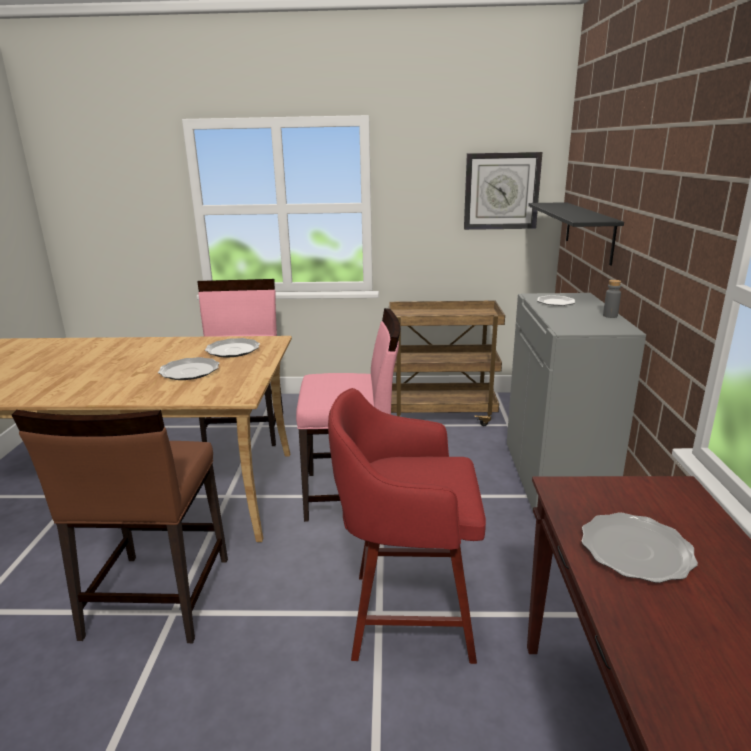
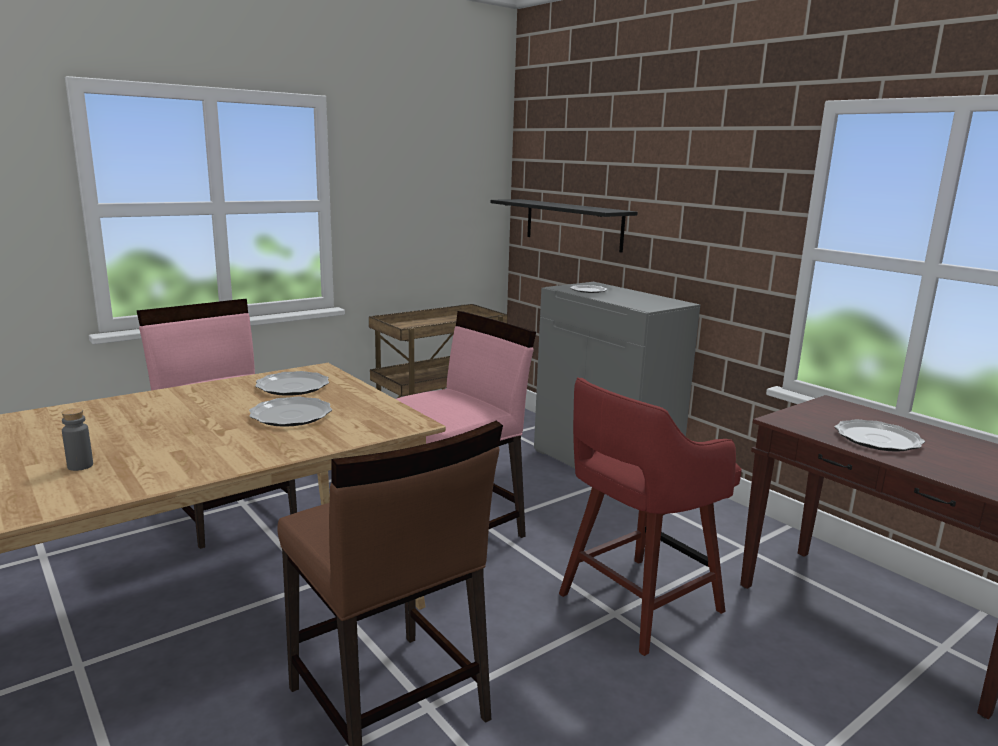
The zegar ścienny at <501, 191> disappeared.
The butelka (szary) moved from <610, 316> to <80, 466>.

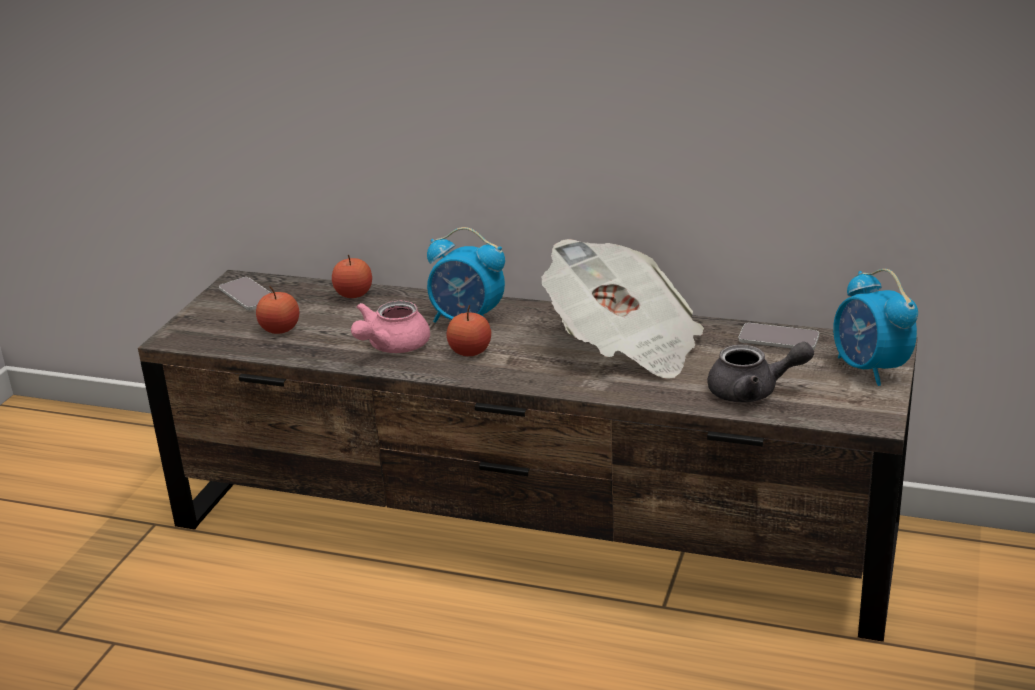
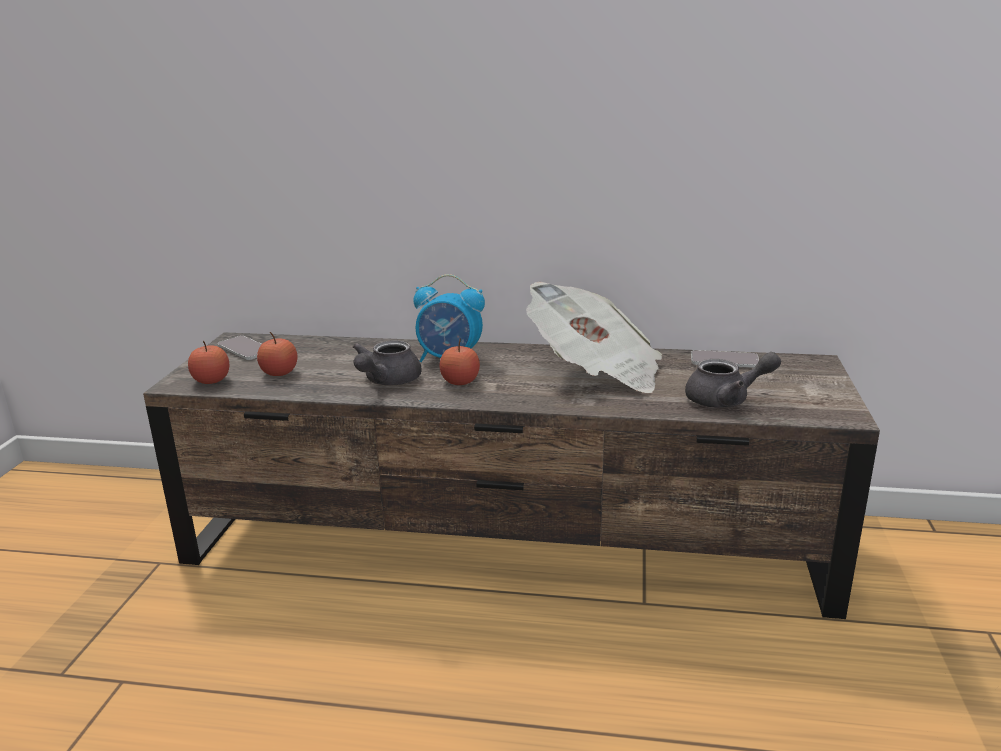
The jabłko moved from <354, 294> to <211, 380>.
The imbryk (różowy) at <391, 347> became the imbryk (szary) at <386, 381>.
The budzik at <870, 369> disappeared.

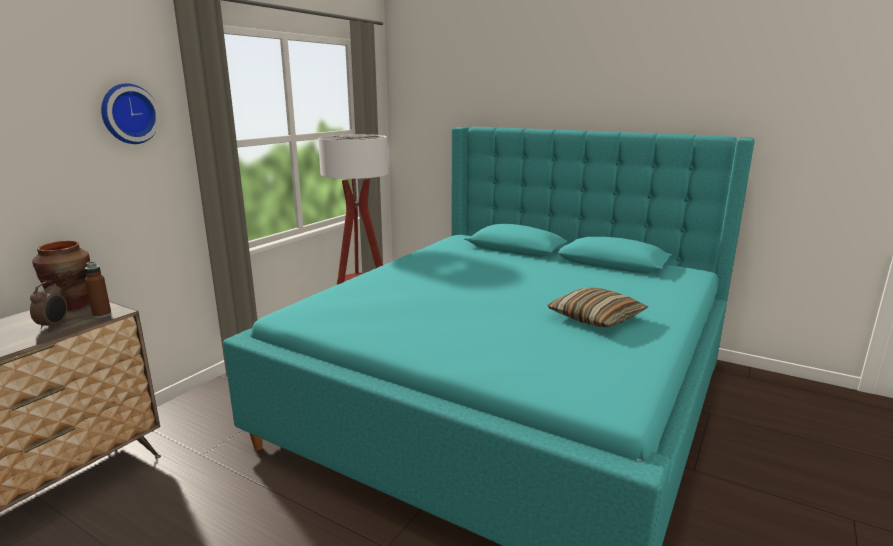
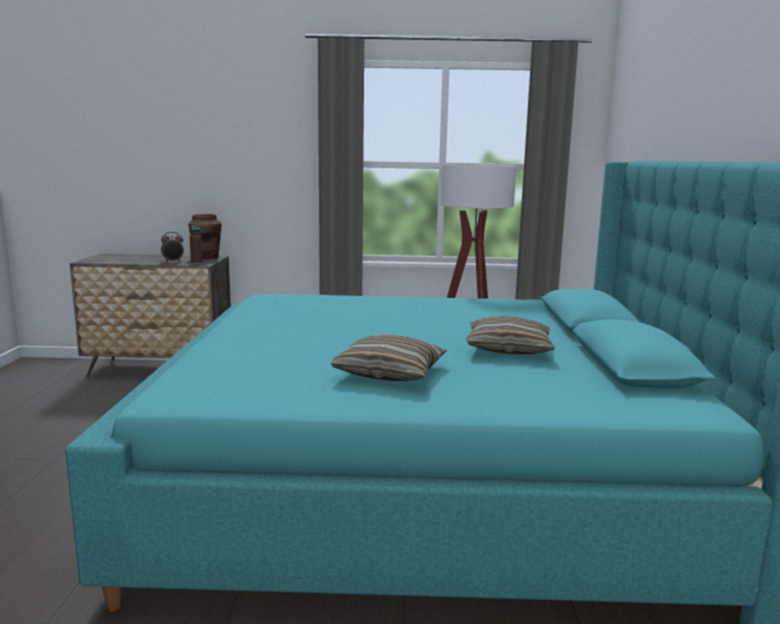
The zegar ścienny at <128, 114> disappeared.
The poduszka at <508, 349> appeared.

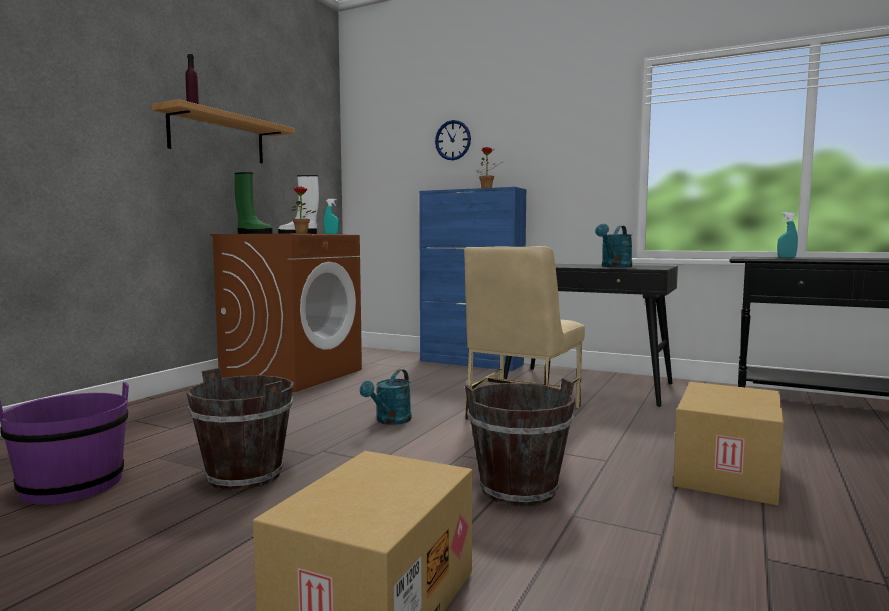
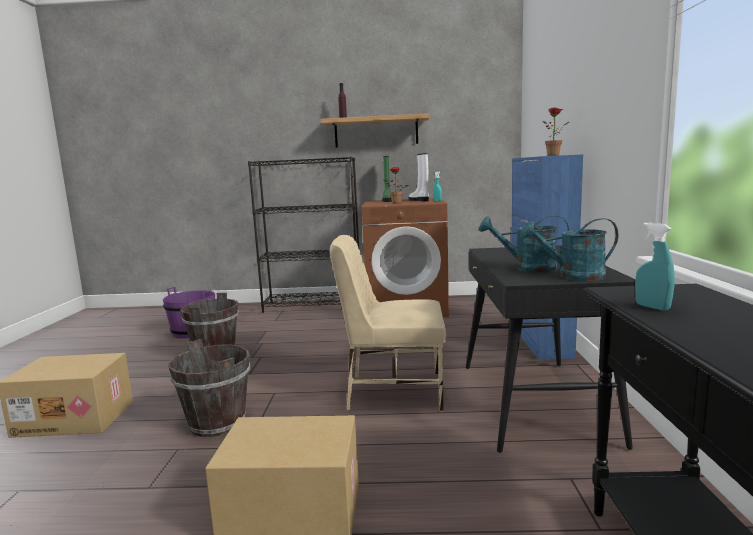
The konewka (turkusowy) moved from <390, 421> to <573, 276>.
The zegar ścienny at <453, 140> disappeared.
The regał (czarny) at <314, 305> appeared.

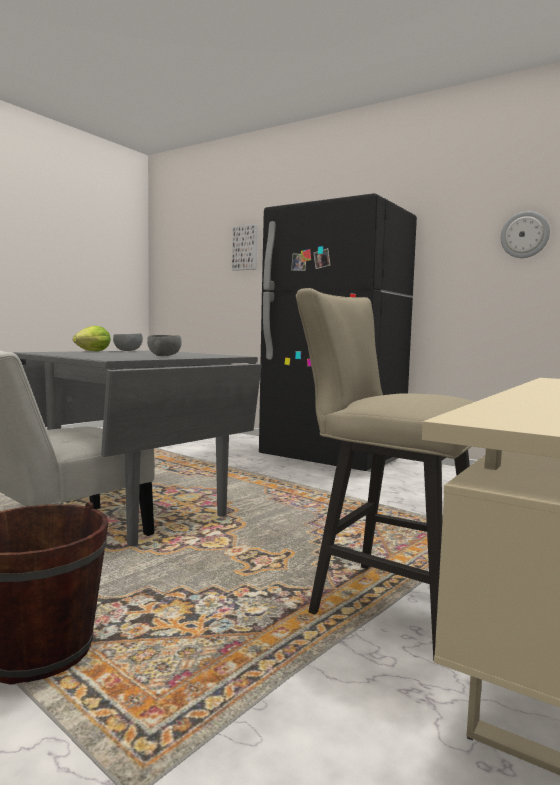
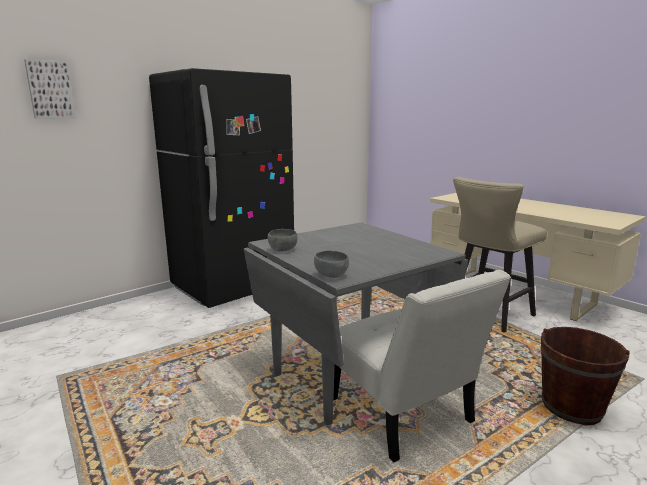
The sałata at <91, 351> disappeared.
The miska (szary) moved from <164, 356> to <331, 275>.
The zegar ścienny at <524, 235> disappeared.

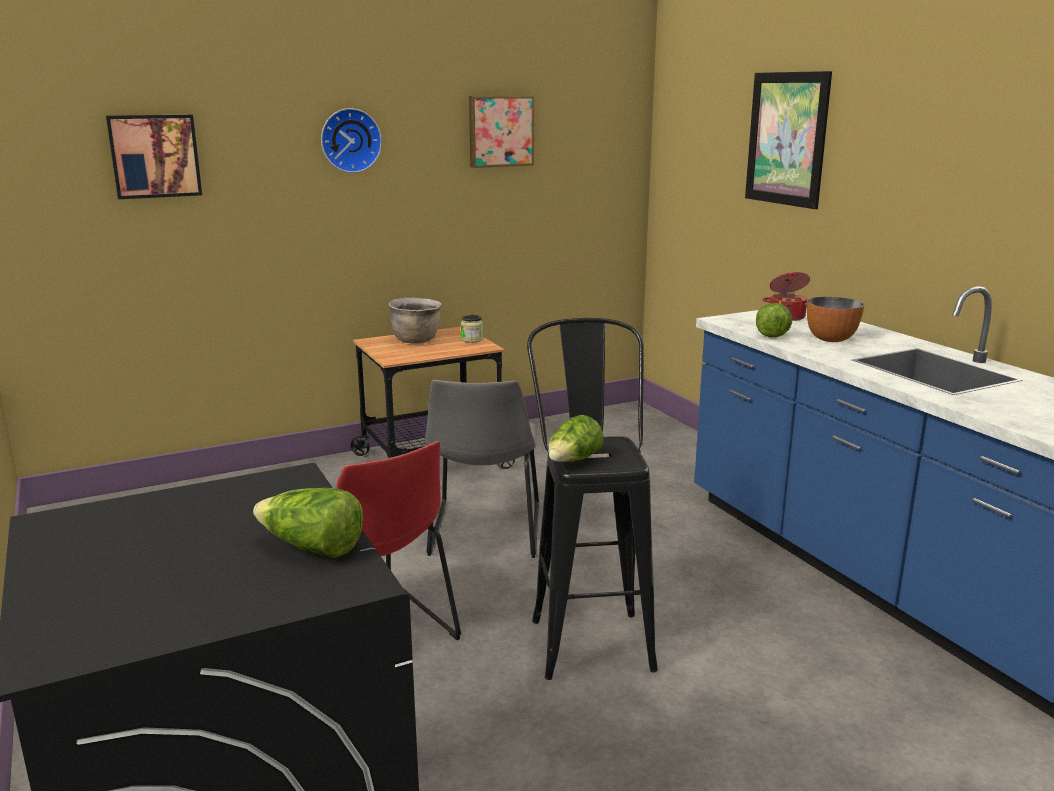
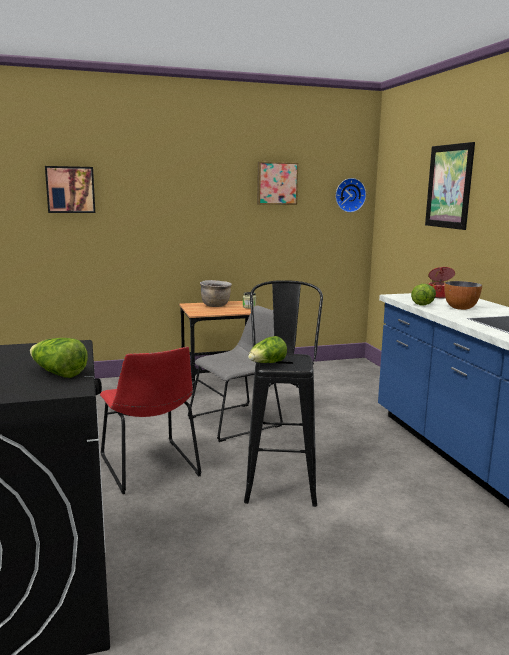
The zegar ścienny moved from <350, 140> to <349, 195>.
The krzesło (szary) at <485, 532> turned 135 degrees counterclockwise.

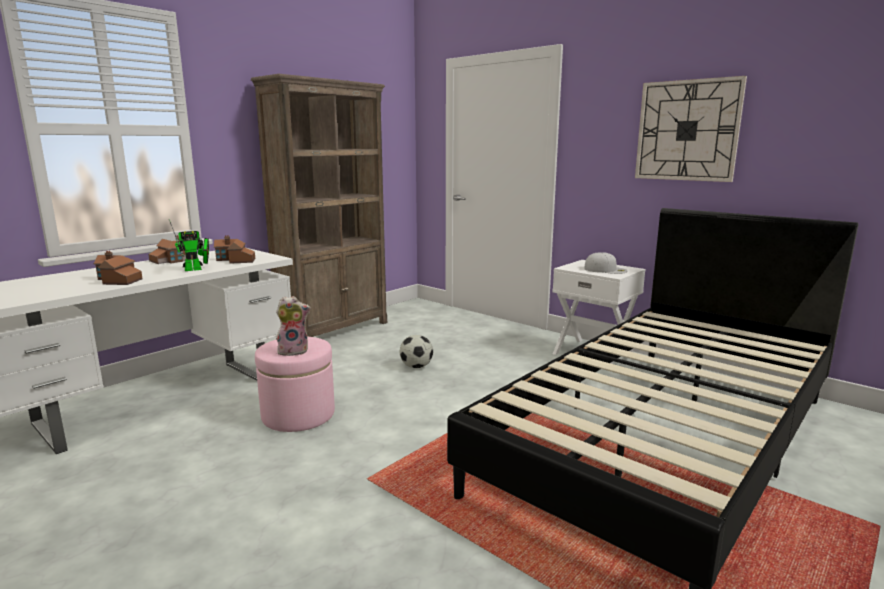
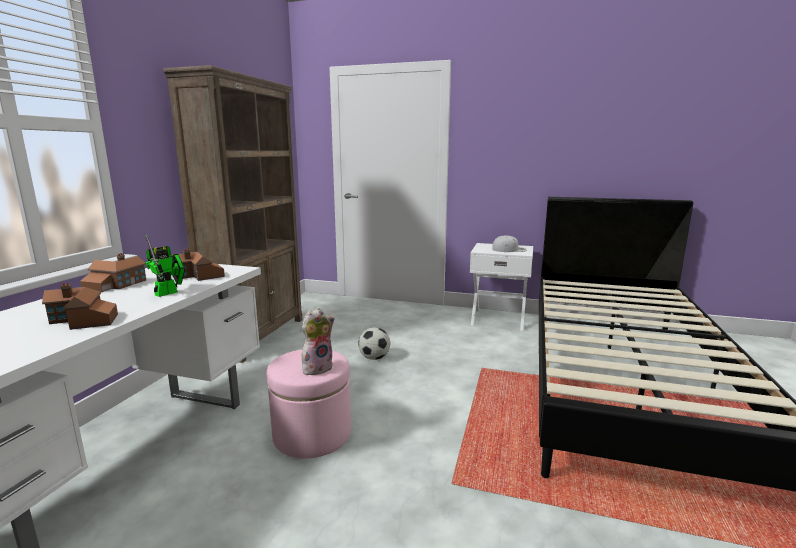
The zegar ścienny at <687, 130> disappeared.

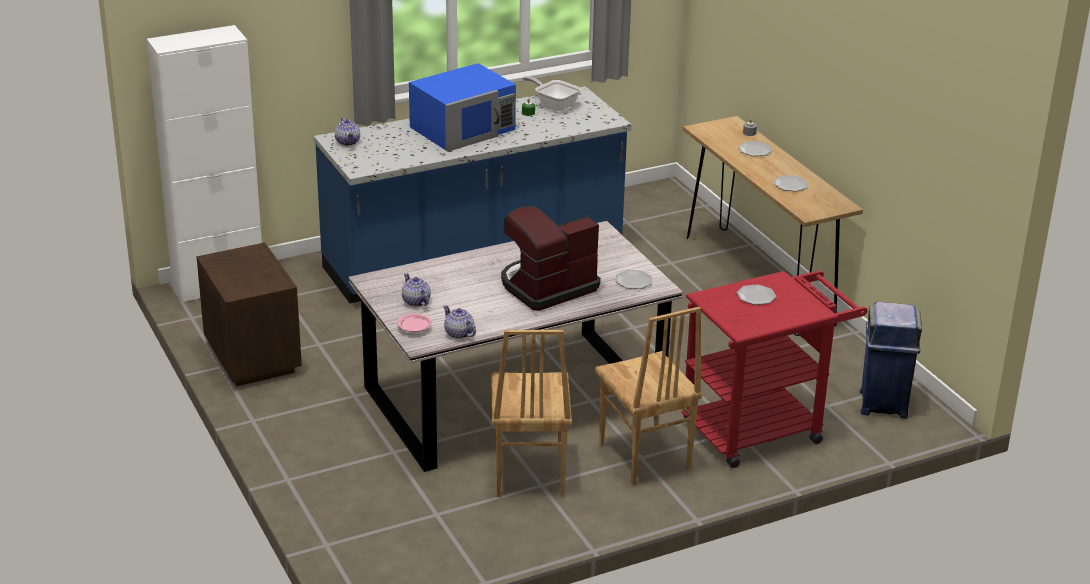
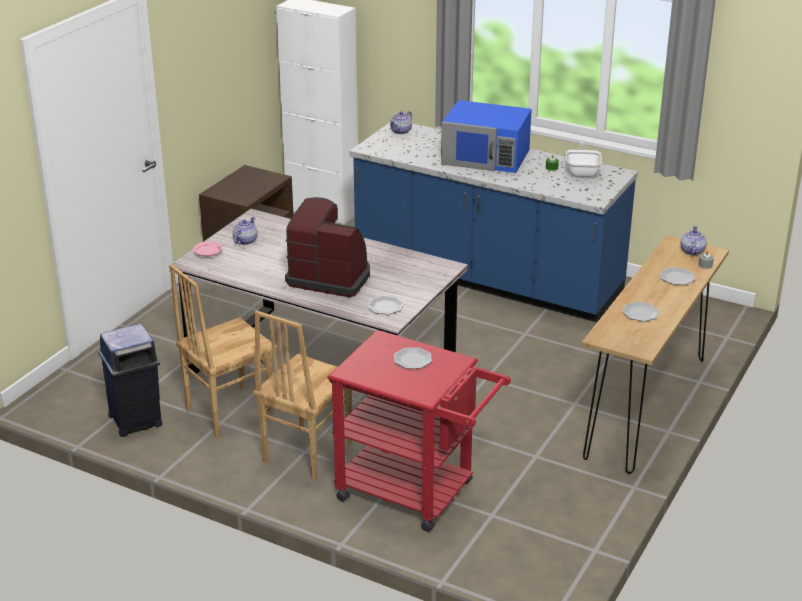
The imbryk moved from <459, 334> to <692, 251>.
The kosz na śmieci (niebieski) moved from <883, 403> to <136, 420>.

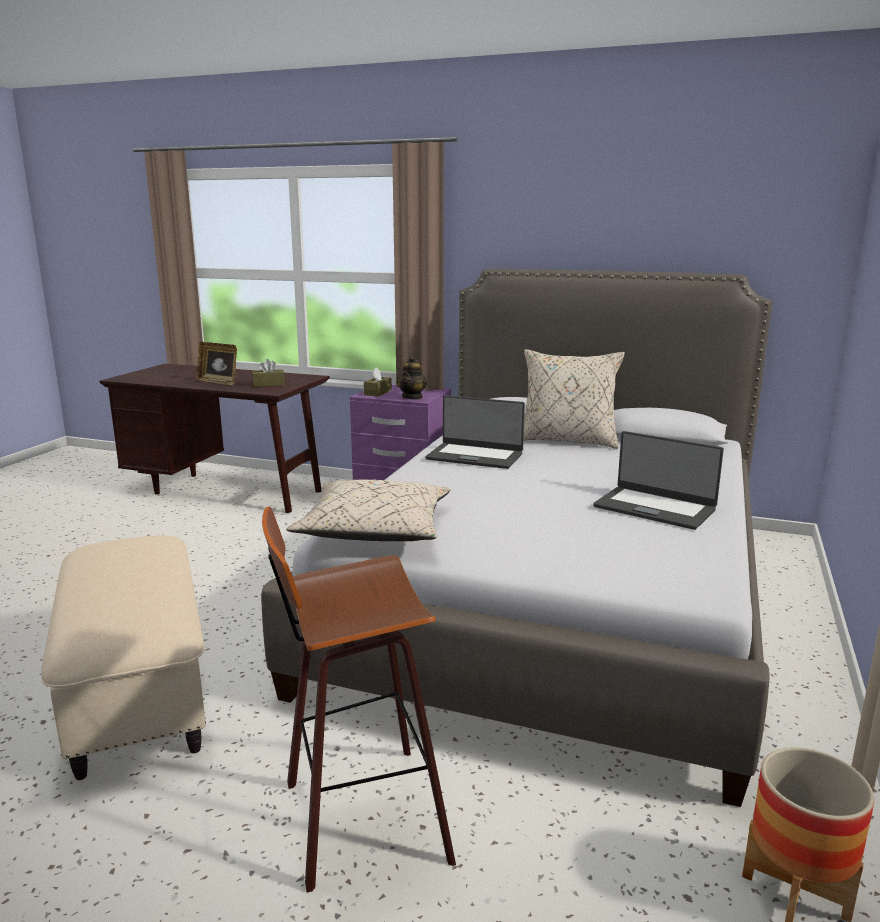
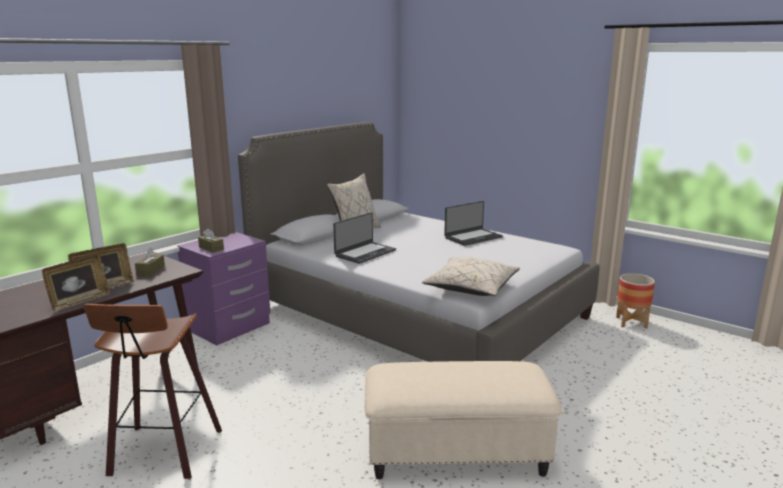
The stołek moved from <359, 818> to <163, 454>.
The imbryk at <412, 397> disappeared.
The ramka na zdjęcie at <79, 301> appeared.

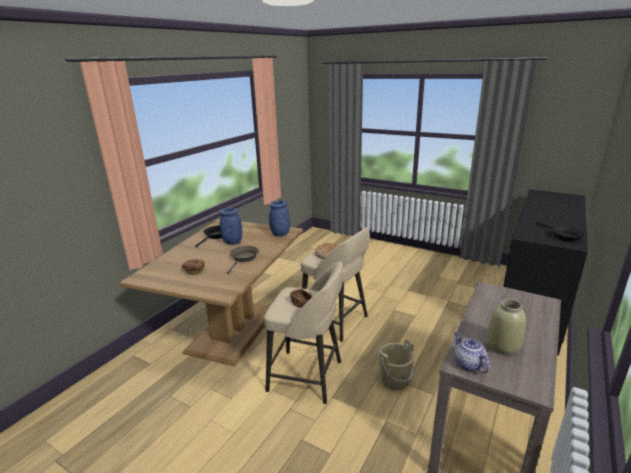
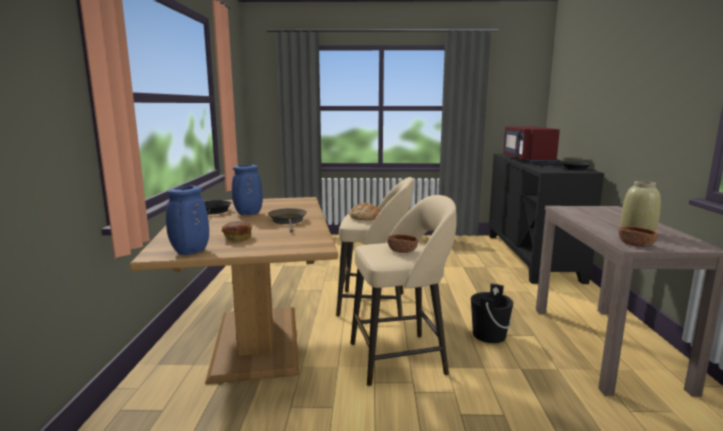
The wazon (niebieski) moved from <280, 234> to <190, 252>.
The wiadro (beżowy) at <394, 380> became the wiadro (czarny) at <489, 335>.
The imbryk at <468, 364> was replaced by the miska (brązowy) at <635, 244>.
The mikrofalówka (czerwony) at <527, 159> appeared.

